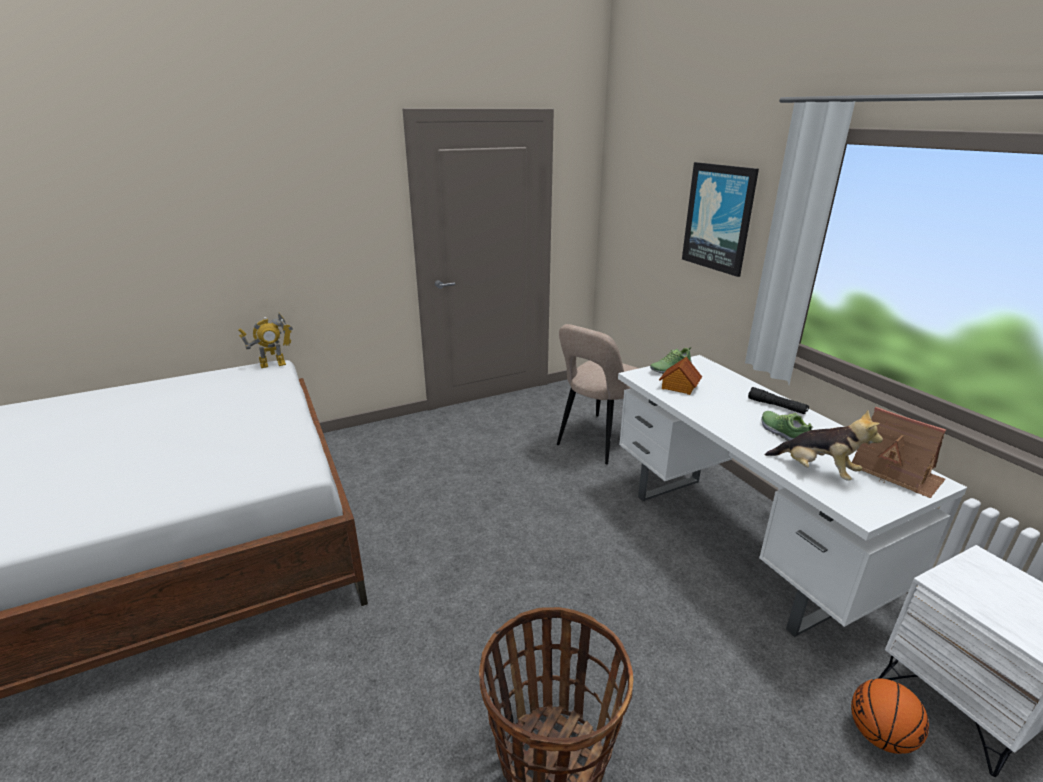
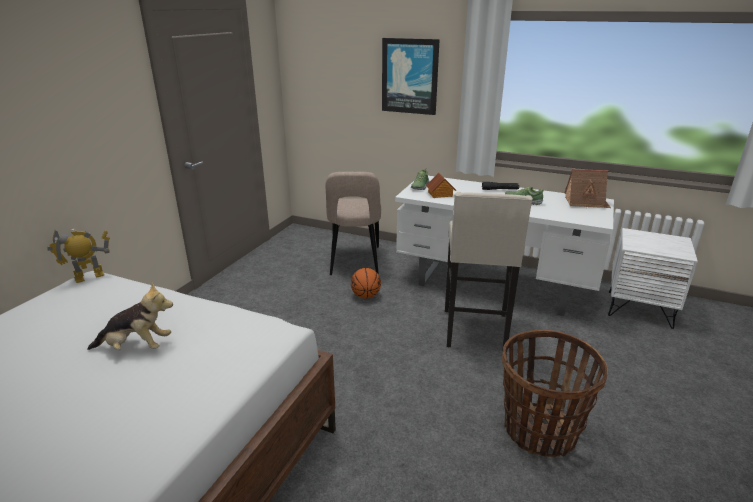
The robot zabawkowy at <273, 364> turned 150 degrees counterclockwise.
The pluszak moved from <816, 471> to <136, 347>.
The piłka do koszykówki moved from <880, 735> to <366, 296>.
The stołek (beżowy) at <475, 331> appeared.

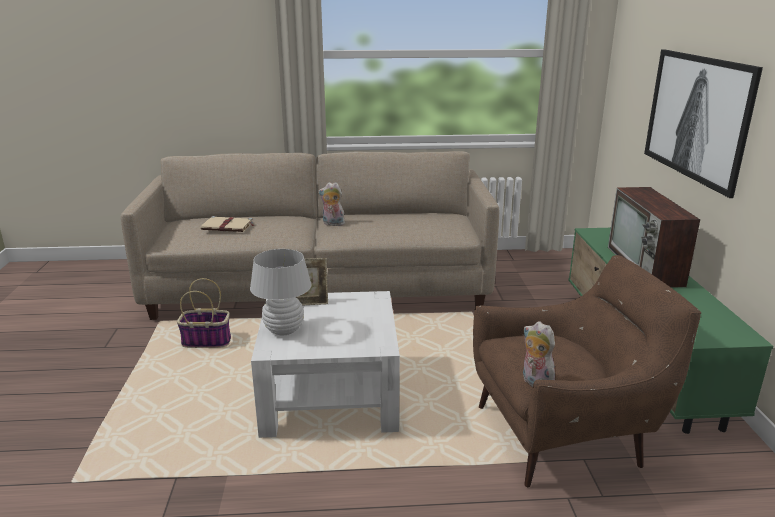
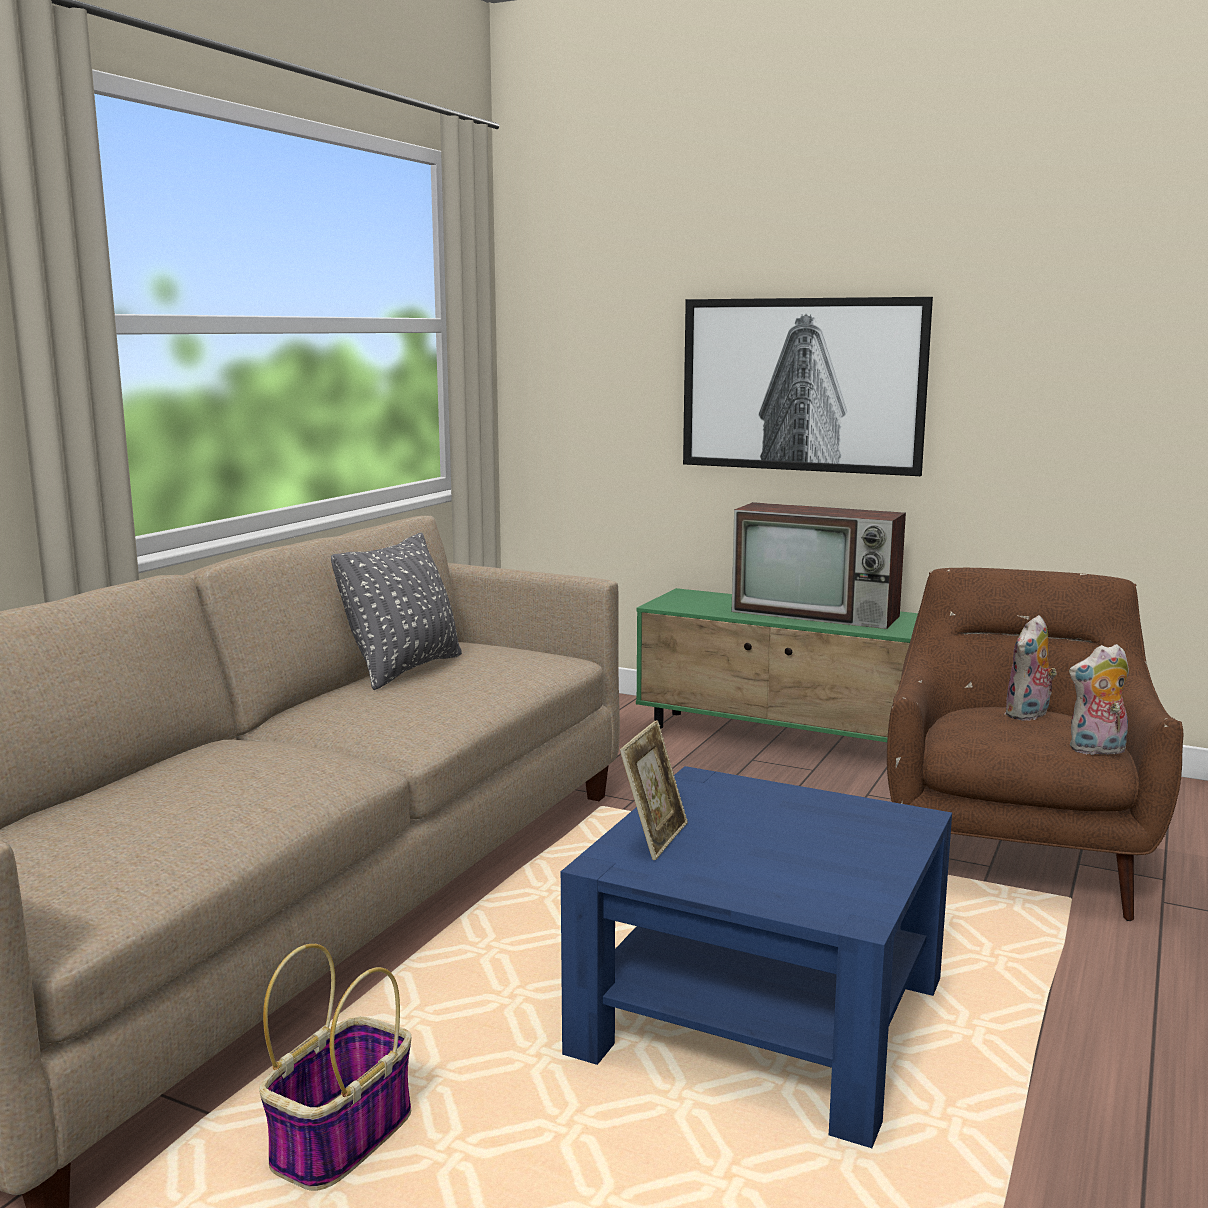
The książka (beżowy) at <228, 226> disappeared.
The lampa stołowa (biały) at <284, 330> disappeared.
The ława (biały) at <330, 394> became the ława (niebieski) at <761, 1016>.
The pluszak moved from <332, 224> to <1028, 715>.
The poduszka (szary) at <404, 669> appeared.

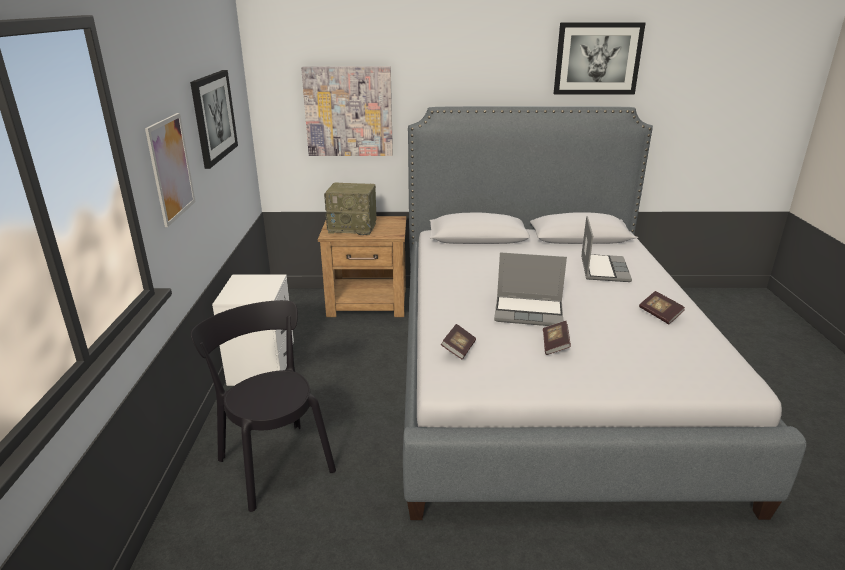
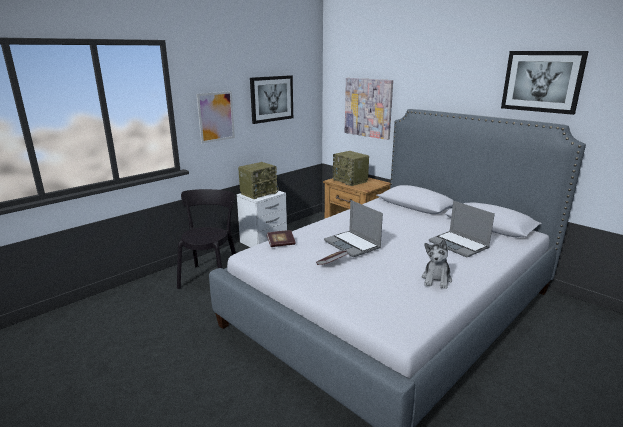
The laptop at <603, 269> turned 90 degrees clockwise.
The książka at <660, 314> was replaced by the pluszak at <436, 279>.
The radio at <259, 193> appeared.

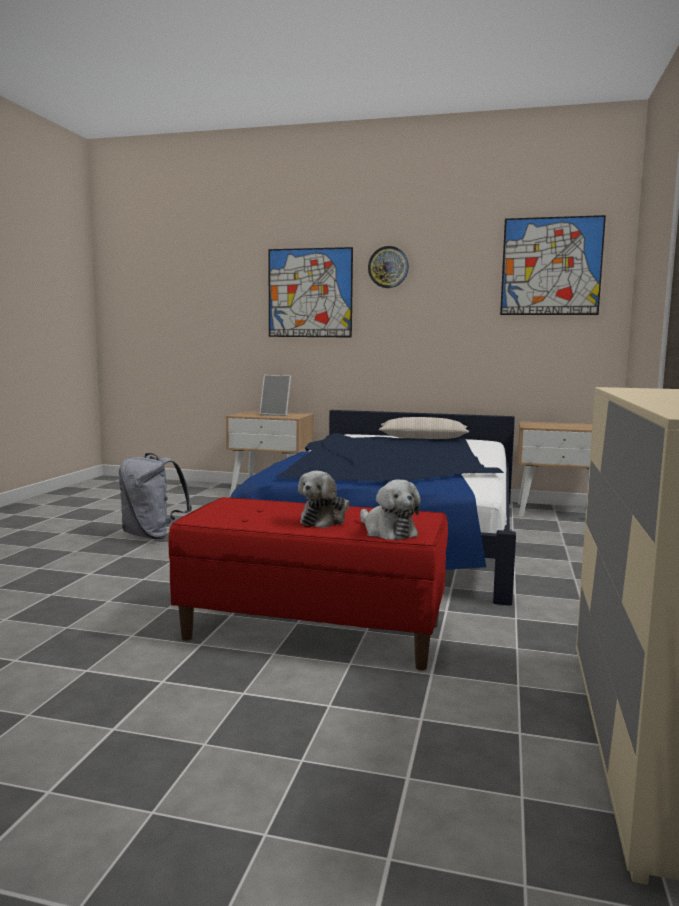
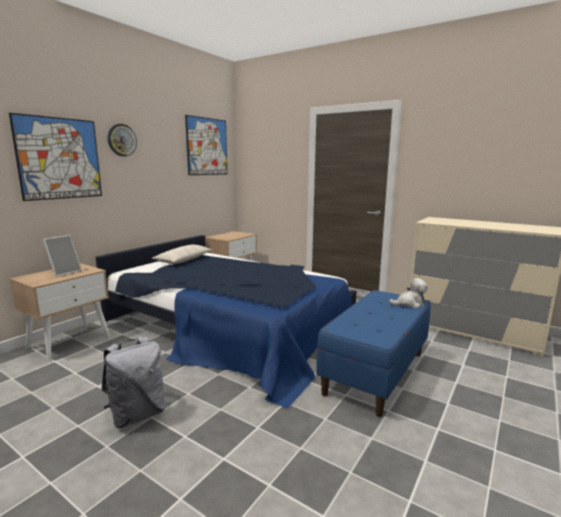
The ławka (czerwony) at <313, 631> became the ławka (niebieski) at <375, 372>.
The pluszak at <325, 520> disappeared.

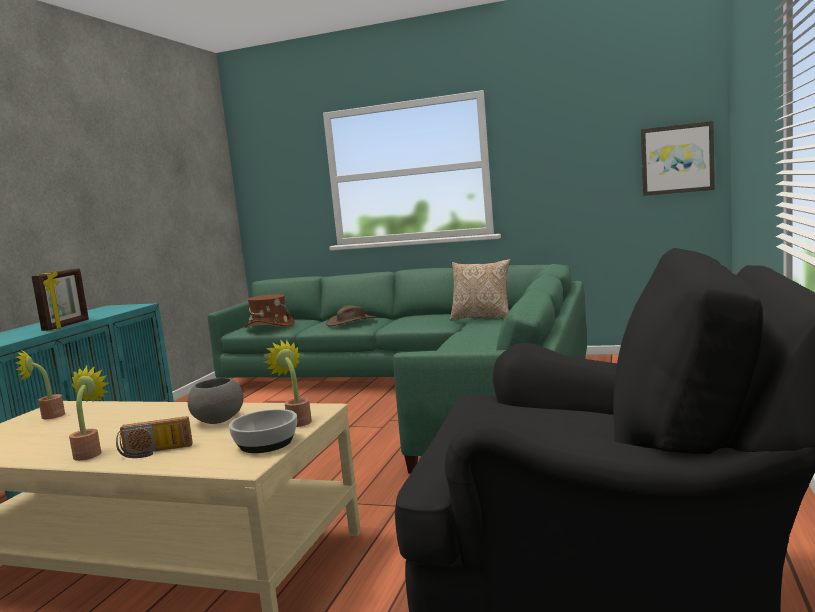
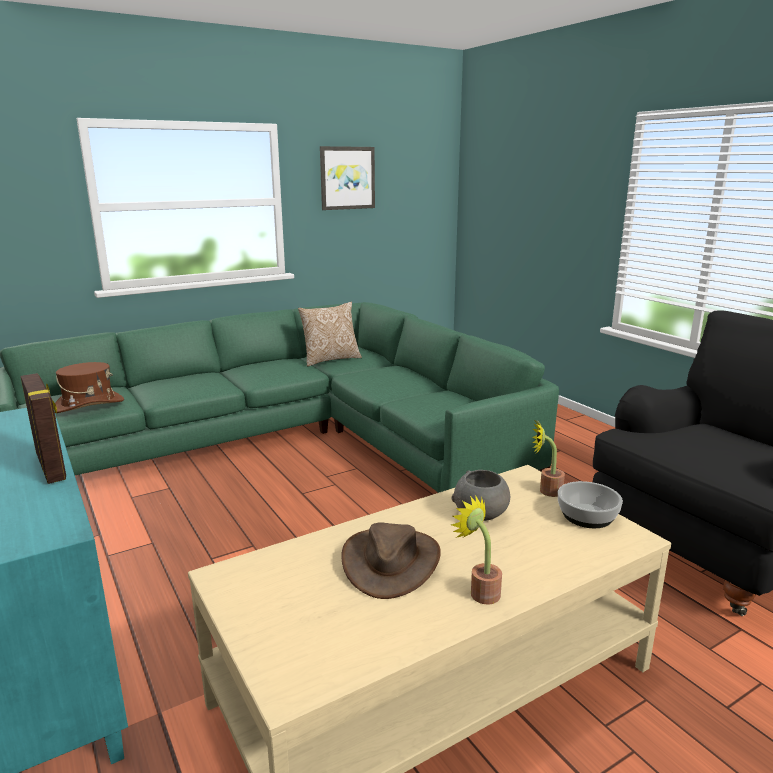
The roślina doniczkowa at <48, 416> disappeared.
The radio at <155, 452> disappeared.
The kapelusz (brązowy) moved from <351, 321> to <390, 561>.
The obraz moved from <677, 159> to <347, 178>.

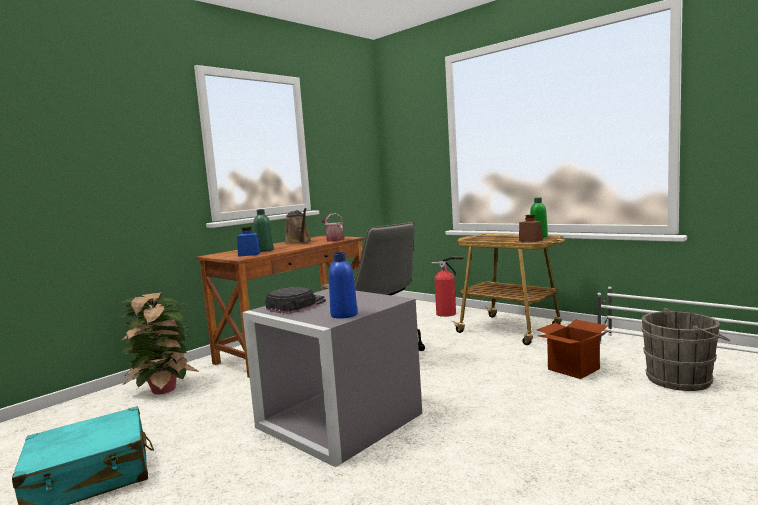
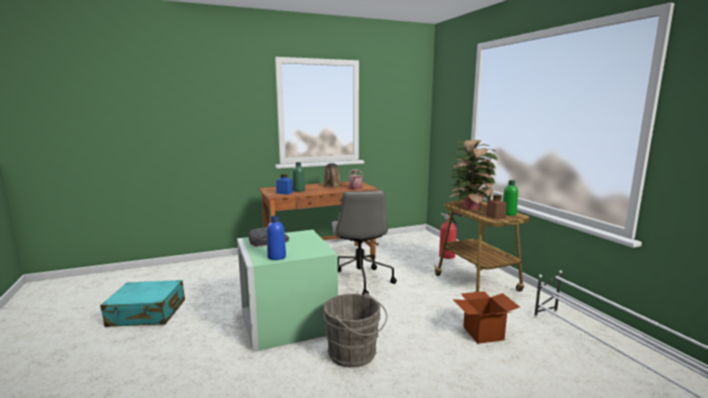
The roślina doniczkowa moved from <163, 389> to <471, 207>.
The pojemnik do przechowywania (szary) at <336, 420> became the pojemnik do przechowywania (zielony) at <286, 320>.
The wiadro (szary) moved from <682, 379> to <354, 354>.

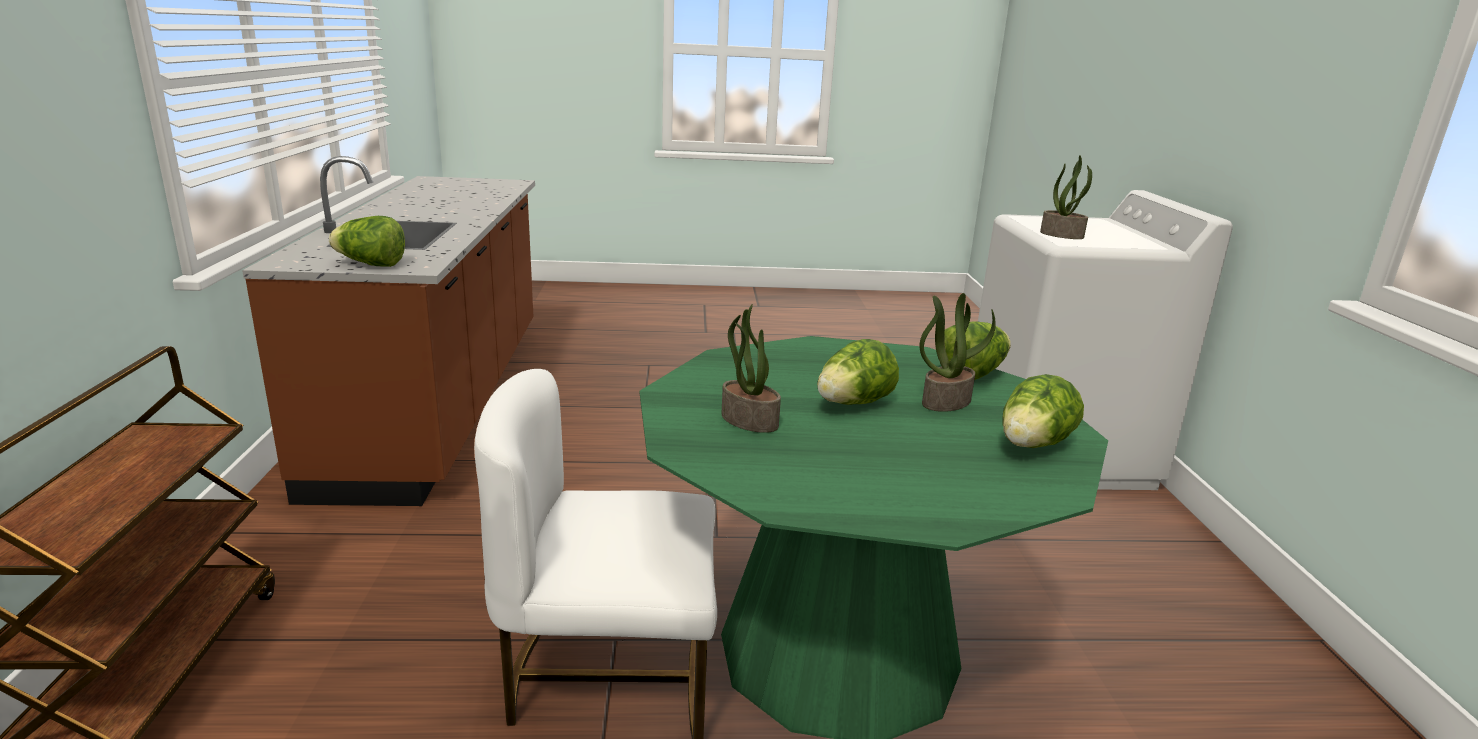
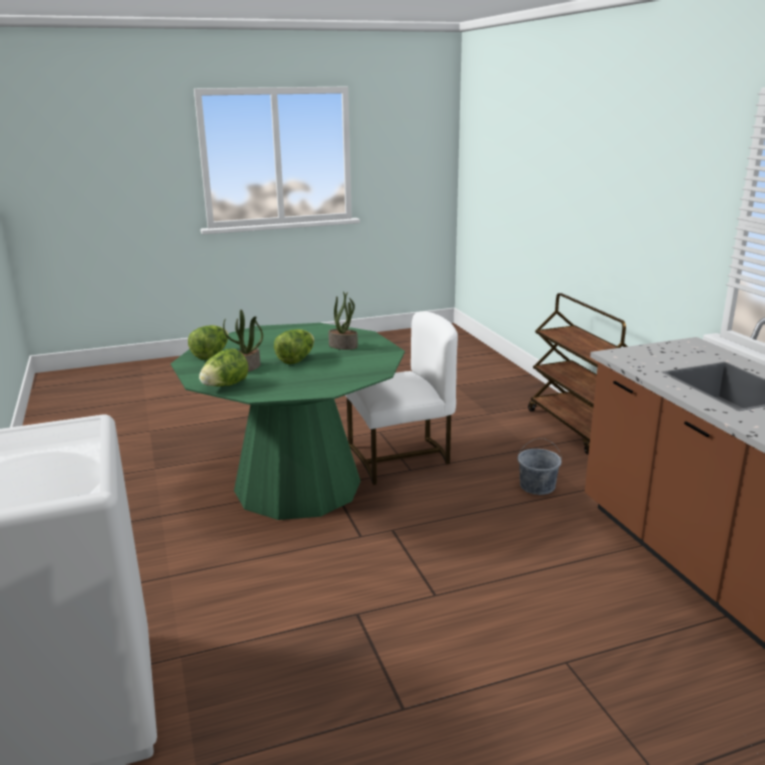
The sałata at <371, 264> disappeared.
The roślina doniczkowa at <1062, 235> disappeared.
The wiadro (szary) at <537, 486> appeared.

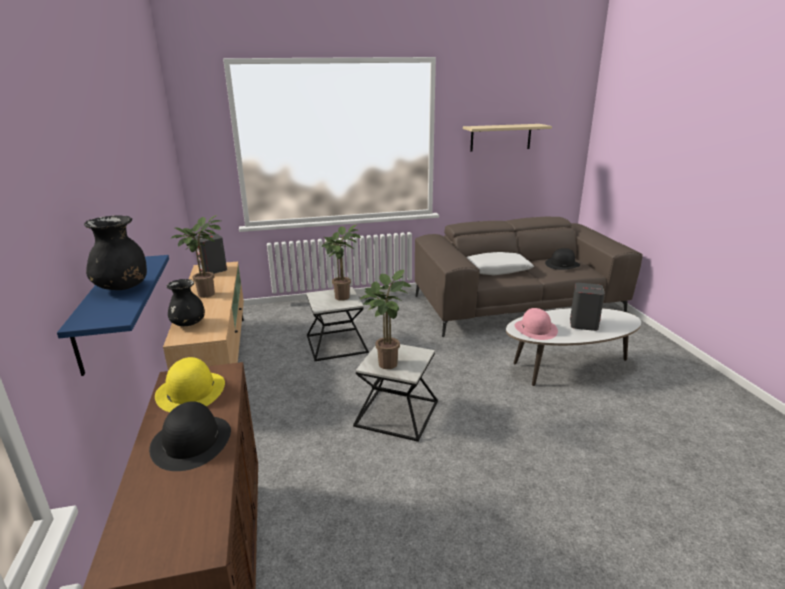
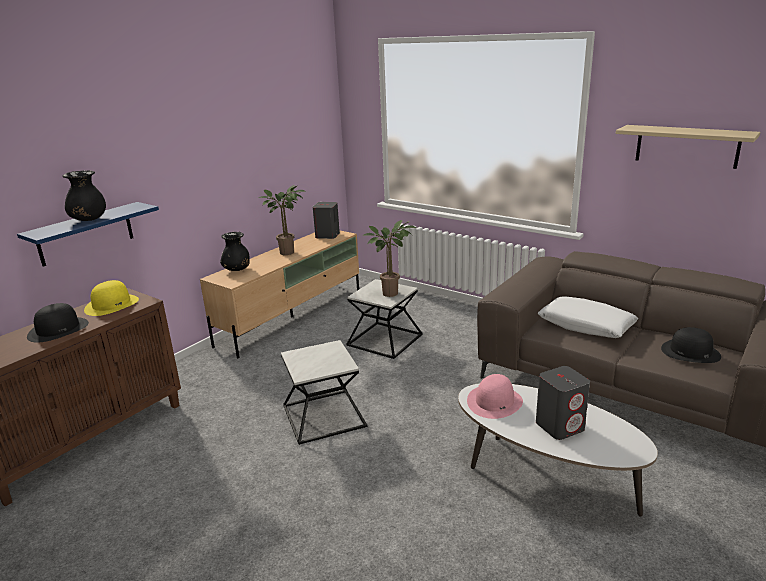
The roślina doniczkowa at <386, 362> disappeared.

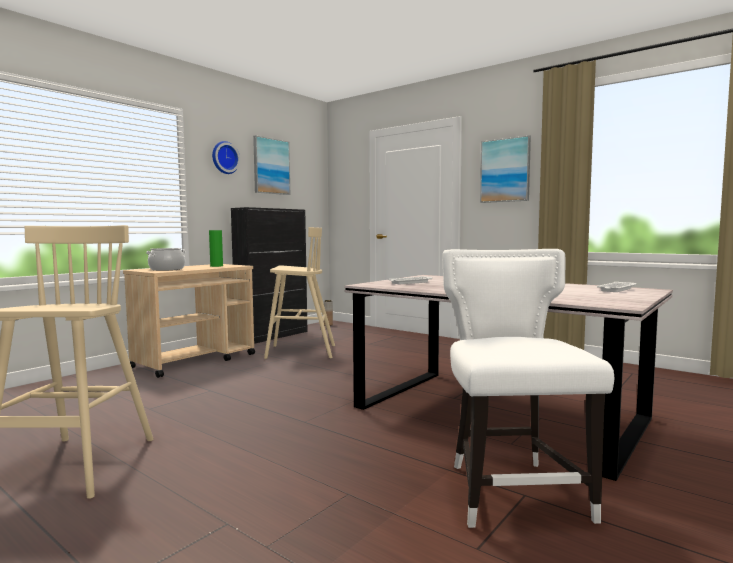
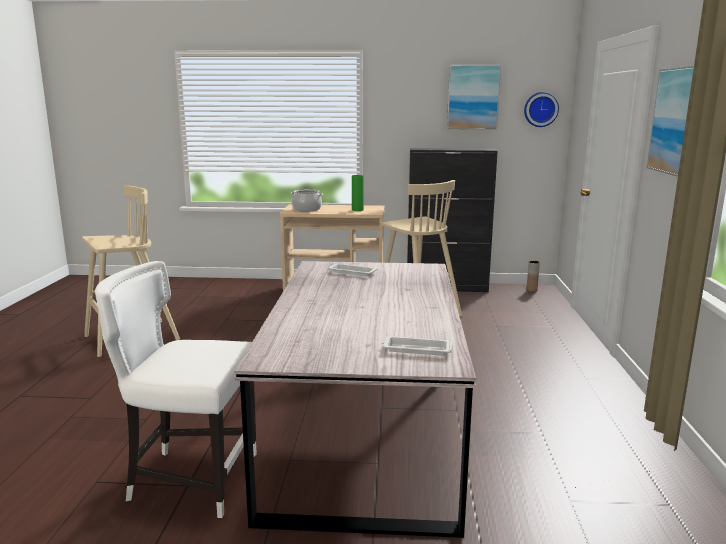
The zegar ścienny moved from <224, 158> to <540, 109>.
The krzesło (biały) at <513, 491> turned 135 degrees counterclockwise.

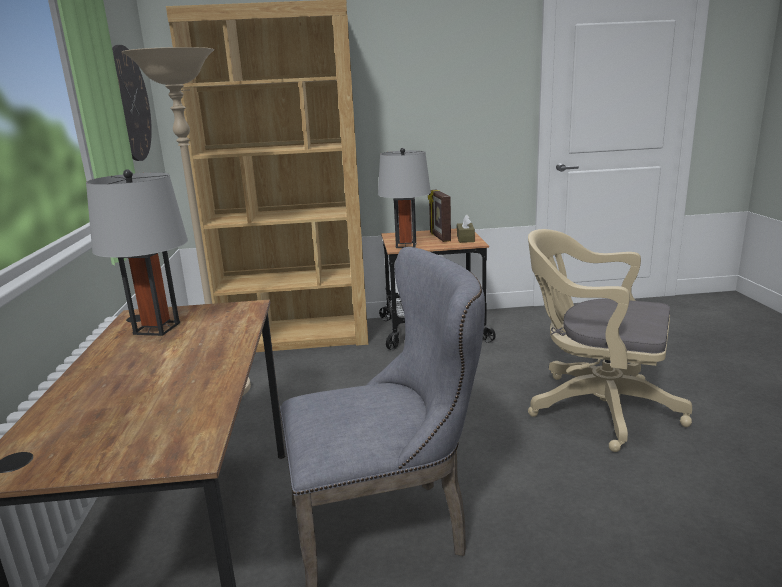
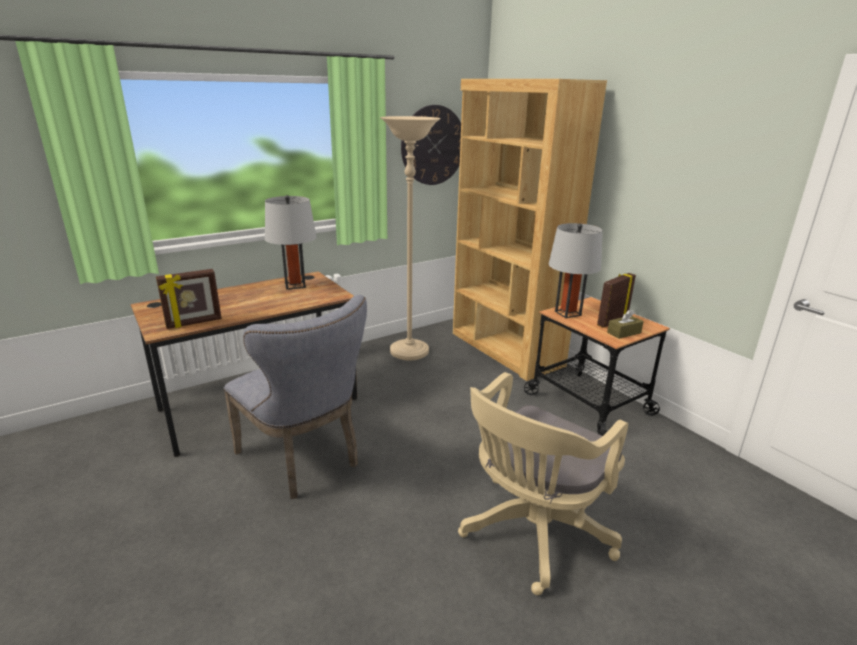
The krzesło biurowe (beżowy) at <595, 407> turned 135 degrees counterclockwise.
The ramka na zdjęcie at <194, 323> appeared.

